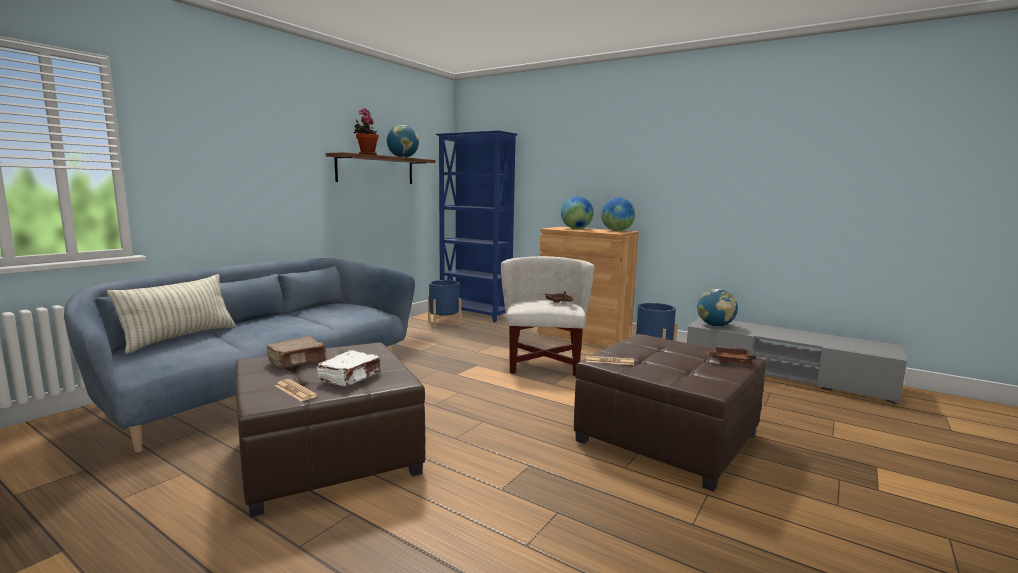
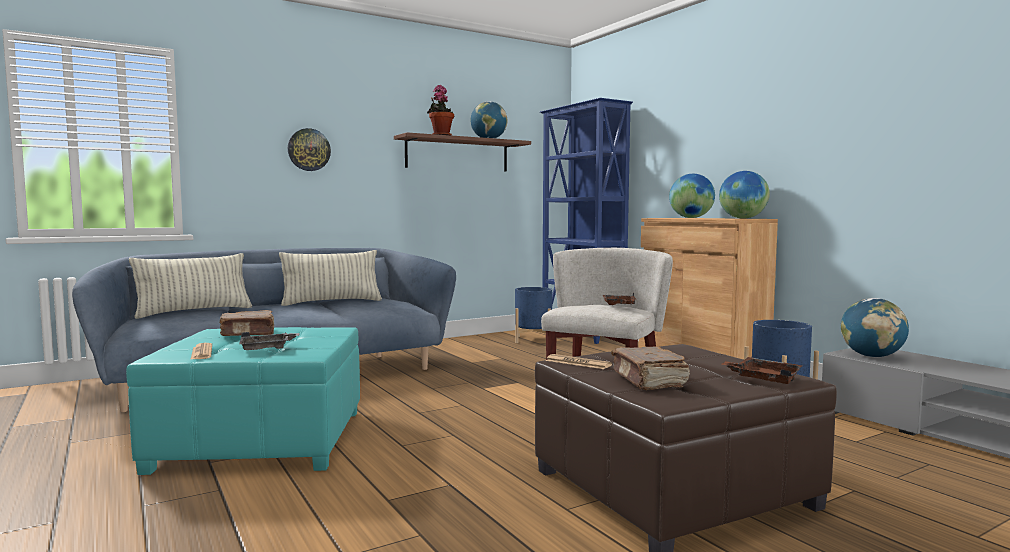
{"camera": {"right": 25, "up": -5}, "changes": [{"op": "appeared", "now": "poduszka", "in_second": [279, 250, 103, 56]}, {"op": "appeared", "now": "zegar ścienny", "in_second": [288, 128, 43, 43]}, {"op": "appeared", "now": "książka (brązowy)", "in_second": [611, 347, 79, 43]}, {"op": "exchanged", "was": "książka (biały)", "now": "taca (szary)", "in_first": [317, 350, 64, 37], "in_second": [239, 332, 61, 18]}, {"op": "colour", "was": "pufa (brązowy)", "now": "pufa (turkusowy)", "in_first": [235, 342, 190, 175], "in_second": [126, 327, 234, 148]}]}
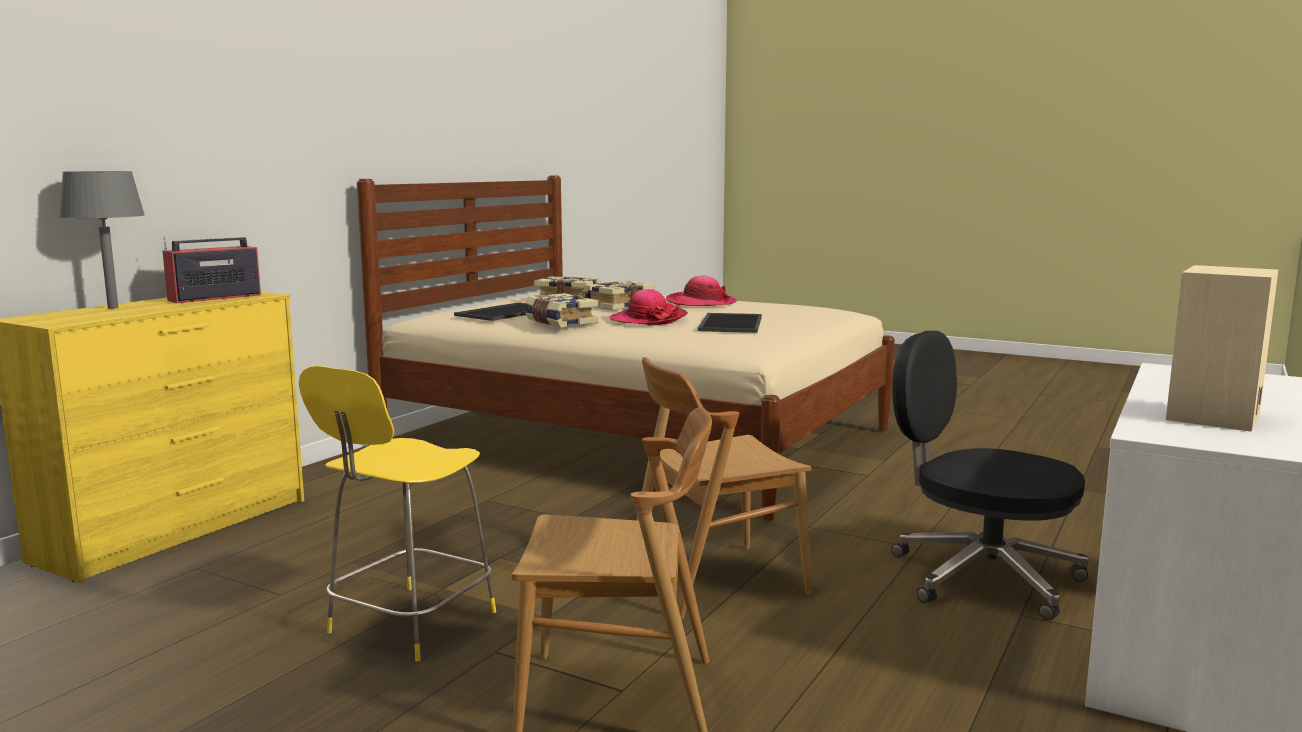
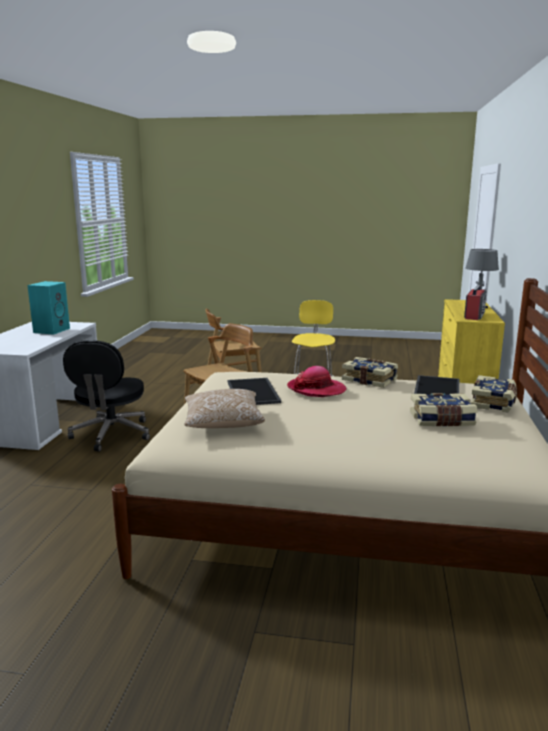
{"camera": {"right": 160, "up": 5}, "changes": [{"op": "missing", "was": "kapelusz", "in_first": [666, 275, 71, 31]}, {"op": "appeared", "now": "poduszka", "in_second": [184, 389, 81, 39]}, {"op": "relocated", "was": "książka", "in_first": [584, 281, 71, 29], "in_second": [471, 375, 46, 38]}, {"op": "colour", "was": "głośnik (beżowy)", "now": "głośnik (turkusowy)", "in_first": [1166, 265, 112, 167], "in_second": [27, 281, 43, 54]}, {"op": "spun", "was": "krzesło biurowe (czarny)", "in_first": [892, 331, 197, 289], "in_second": [63, 341, 87, 111], "clockwise": 75}]}
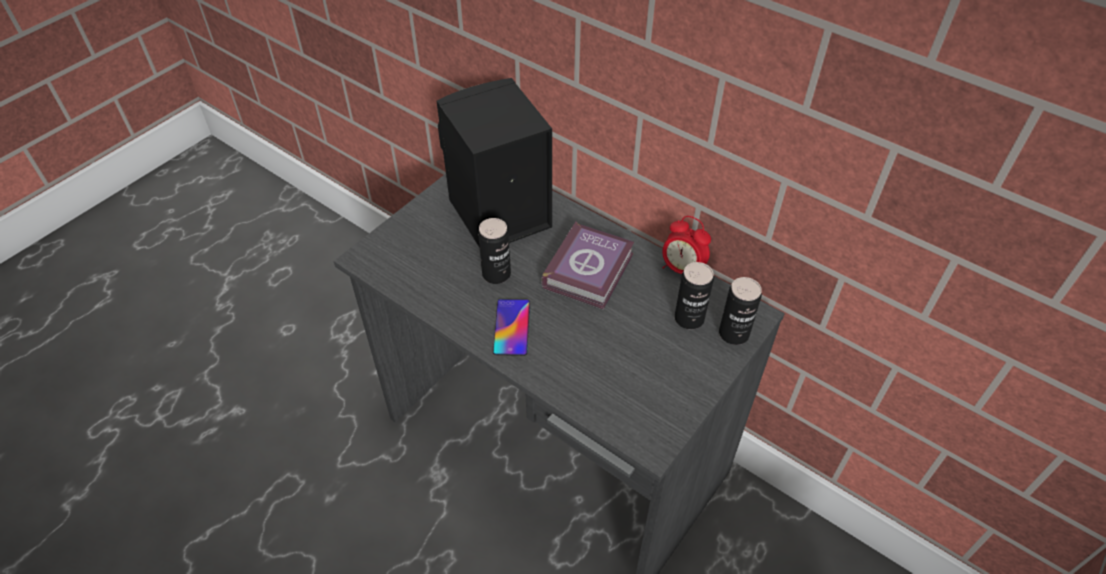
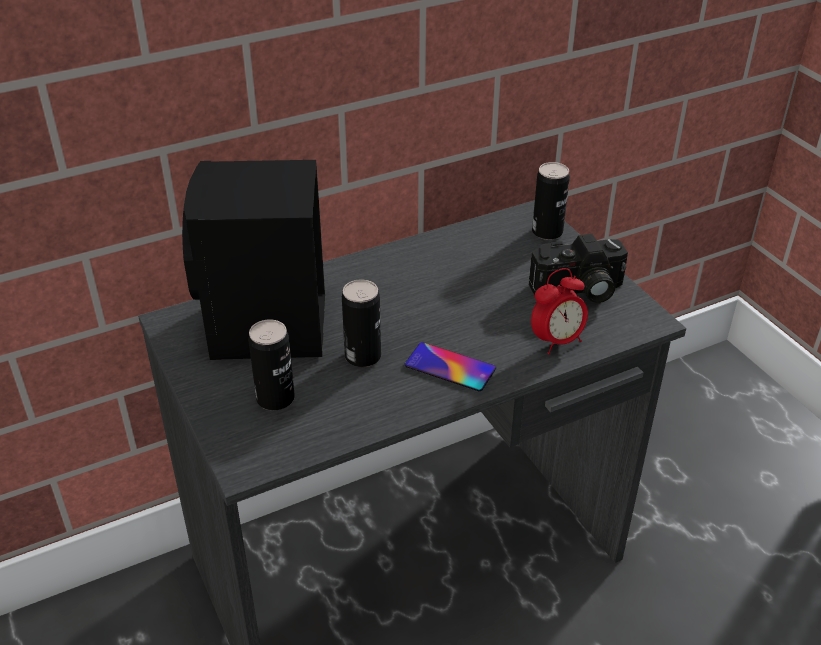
{"camera": {"right": -65, "up": -10}, "changes": [{"op": "missing", "was": "książka", "in_first": [541, 222, 93, 87]}, {"op": "appeared", "now": "aparat fotograficzny", "in_second": [529, 234, 99, 69]}, {"op": "relocated", "was": "budzik", "in_first": [662, 216, 49, 58], "in_second": [531, 268, 57, 86]}, {"op": "relocated", "was": "puszka", "in_first": [675, 262, 39, 67], "in_second": [248, 319, 47, 91]}]}
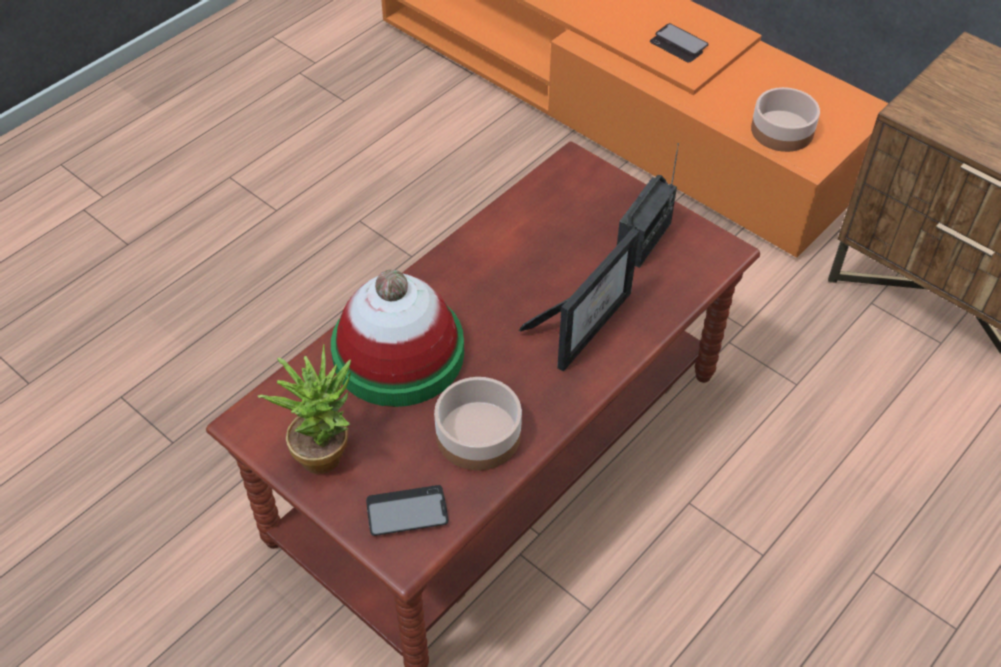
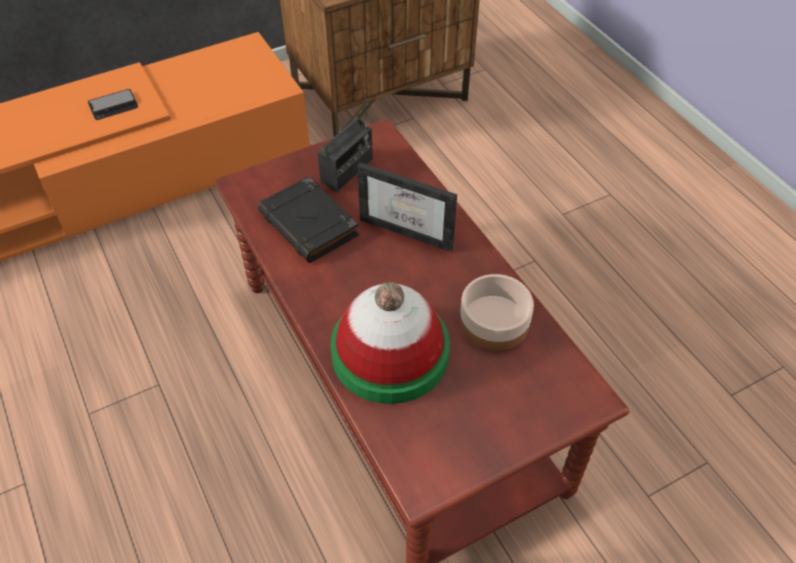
{"camera": {"right": -70, "up": 0}, "changes": [{"op": "missing", "was": "roślina doniczkowa", "in_first": [258, 344, 93, 130]}, {"op": "missing", "was": "telefon", "in_first": [366, 485, 82, 51]}, {"op": "missing", "was": "miska", "in_first": [751, 87, 69, 65]}, {"op": "appeared", "now": "książka (czarny)", "in_second": [258, 176, 101, 87]}, {"op": "spun", "was": "ramka na zdjęcie", "in_first": [519, 228, 120, 144], "in_second": [357, 162, 100, 90], "clockwise": 150}, {"op": "spun", "was": "radio", "in_first": [617, 143, 62, 125], "in_second": [317, 90, 56, 102], "clockwise": 75}]}
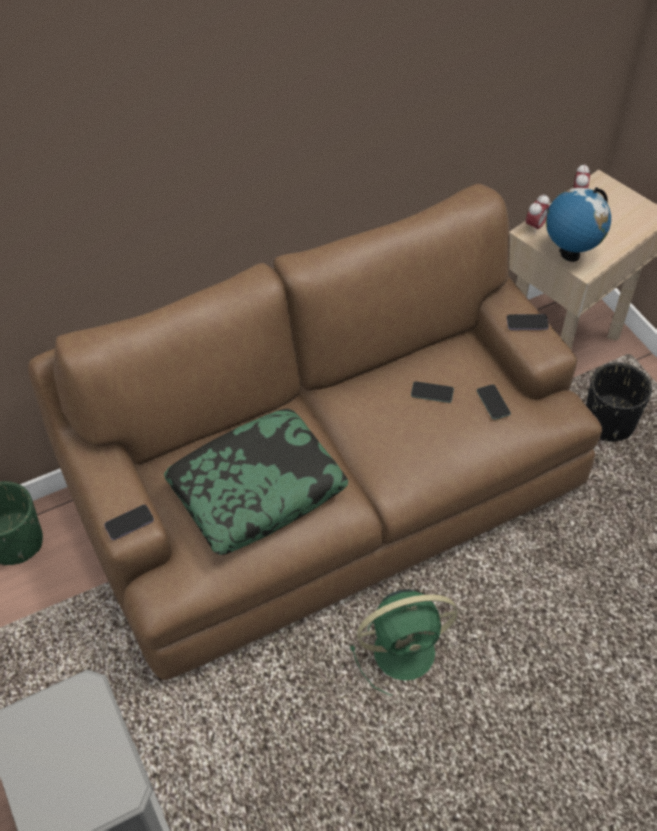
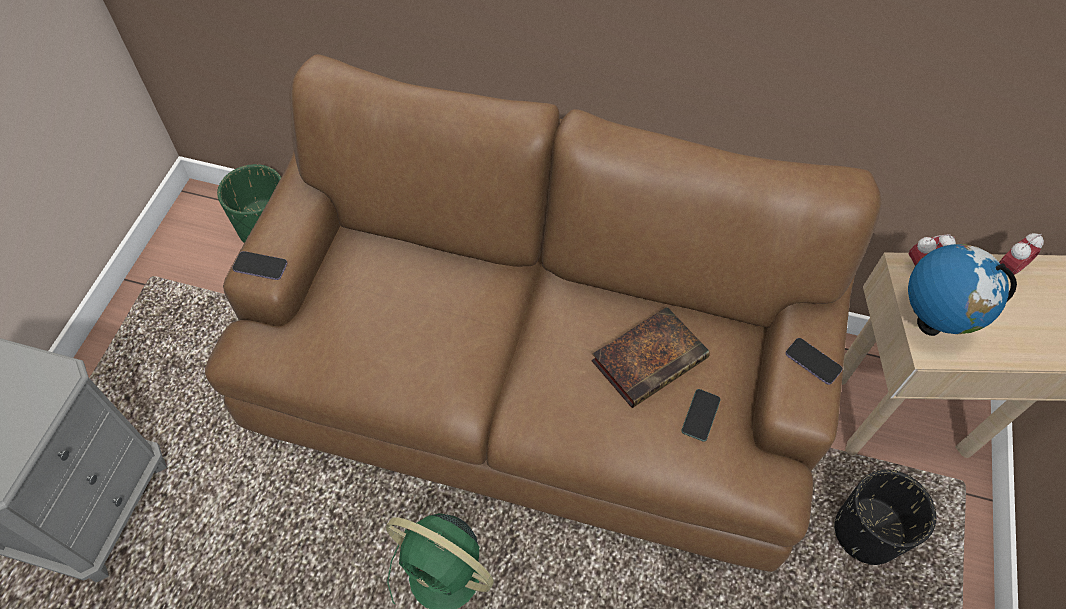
{"camera": {"right": 40, "up": 5}, "changes": [{"op": "missing", "was": "poduszka", "in_first": [164, 409, 184, 146]}, {"op": "exchanged", "was": "telefon", "now": "książka", "in_first": [411, 381, 43, 22], "in_second": [591, 307, 119, 101]}]}
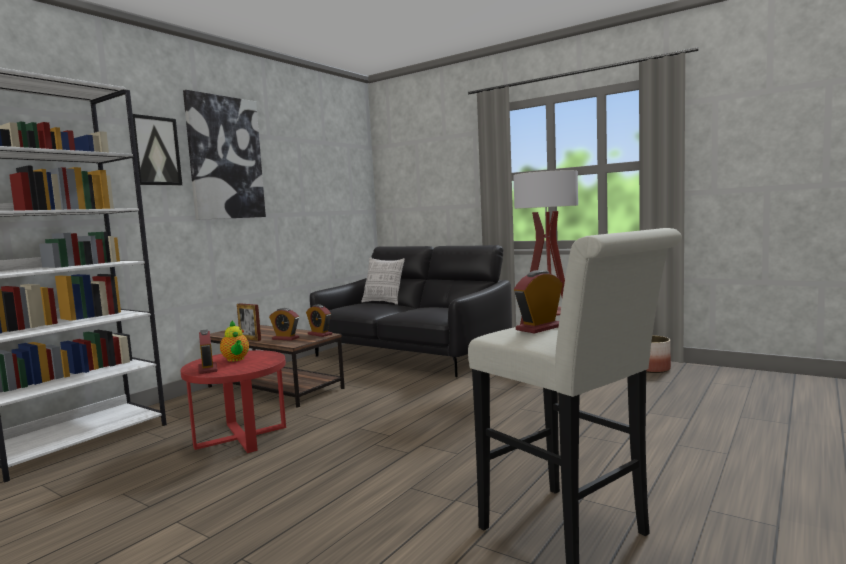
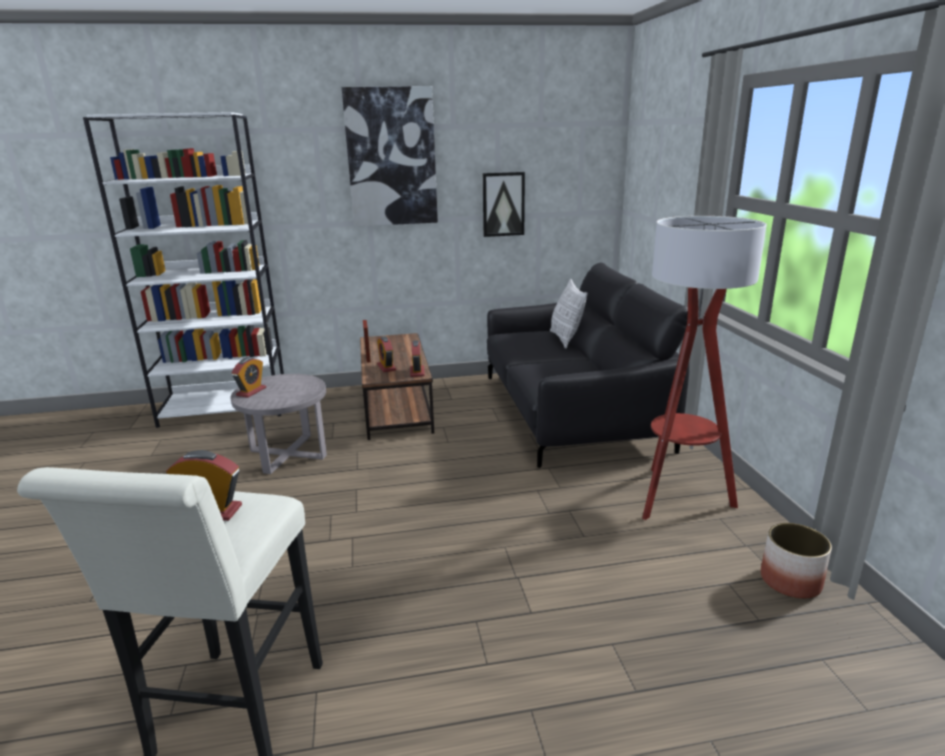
{"camera": {"right": 45, "up": 15}, "changes": [{"op": "missing", "was": "imbryk", "in_first": [220, 321, 29, 40]}, {"op": "relocated", "was": "obraz", "in_first": [133, 114, 49, 71], "in_second": [483, 172, 42, 65]}, {"op": "colour", "was": "stolik (czerwony)", "now": "stolik (szary)", "in_first": [181, 350, 105, 103], "in_second": [231, 374, 96, 100]}]}
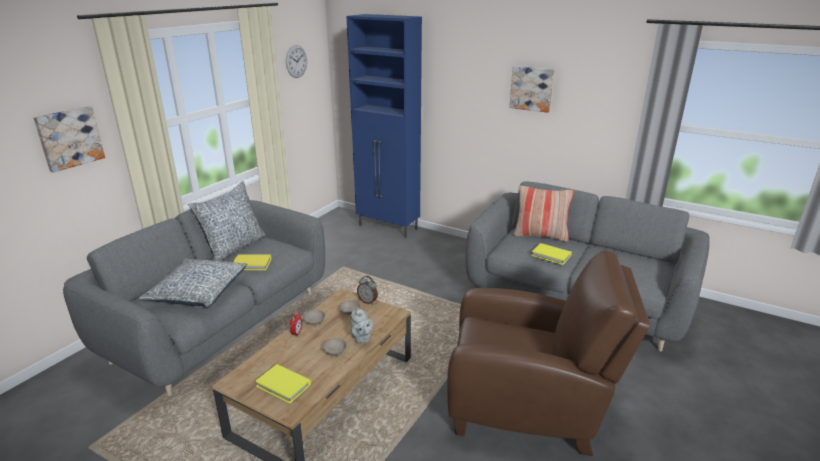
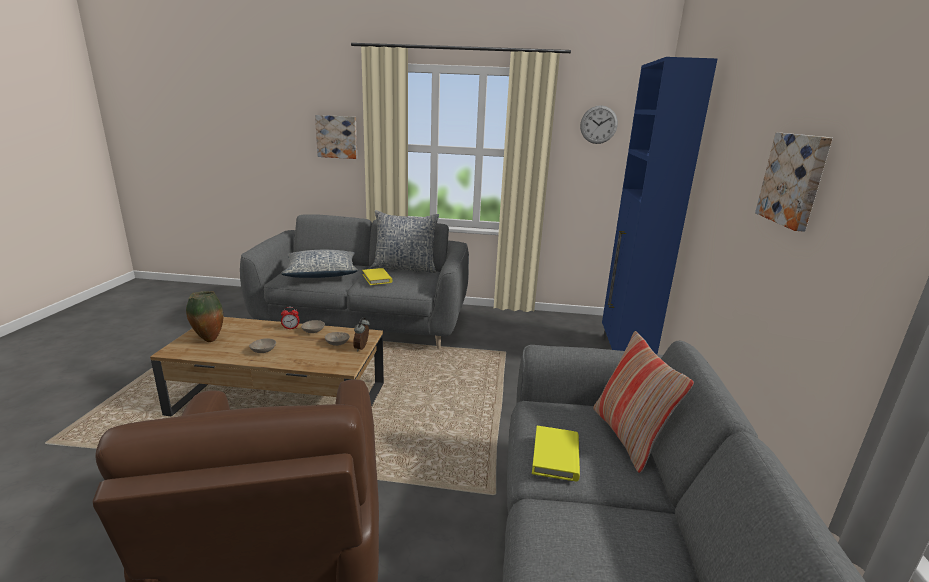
{"camera": {"right": 65, "up": -5}, "changes": [{"op": "missing", "was": "imbryk (szary)", "in_first": [350, 307, 23, 36]}, {"op": "exchanged", "was": "książka (żółty)", "now": "wazon", "in_first": [255, 364, 56, 40], "in_second": [186, 291, 37, 51]}]}
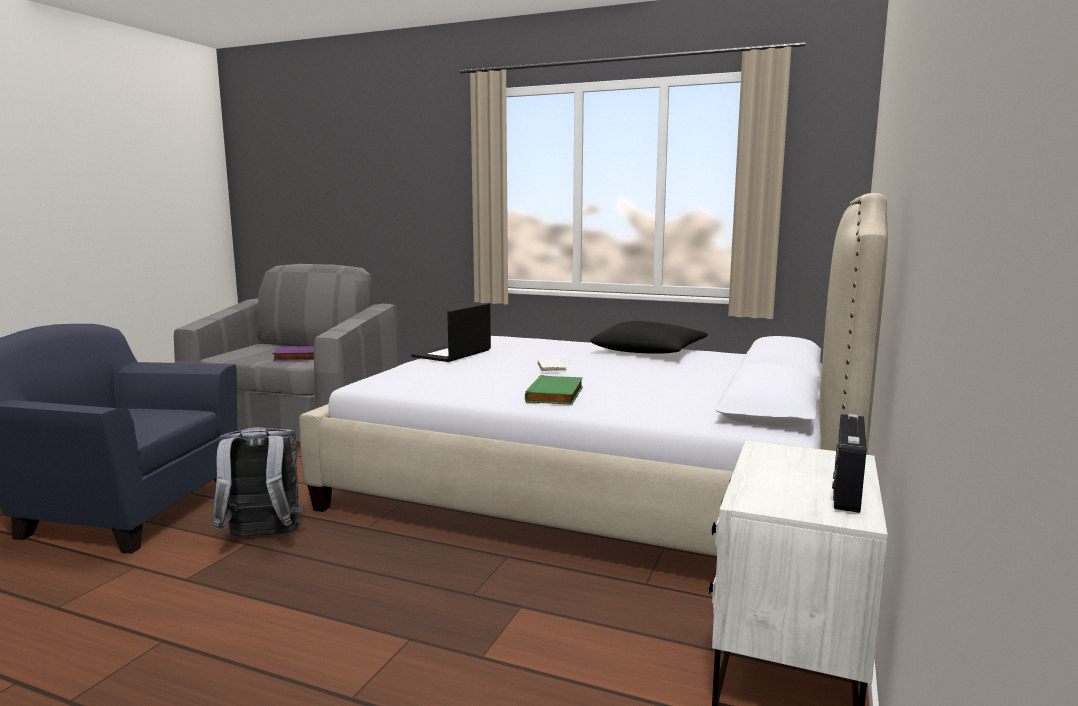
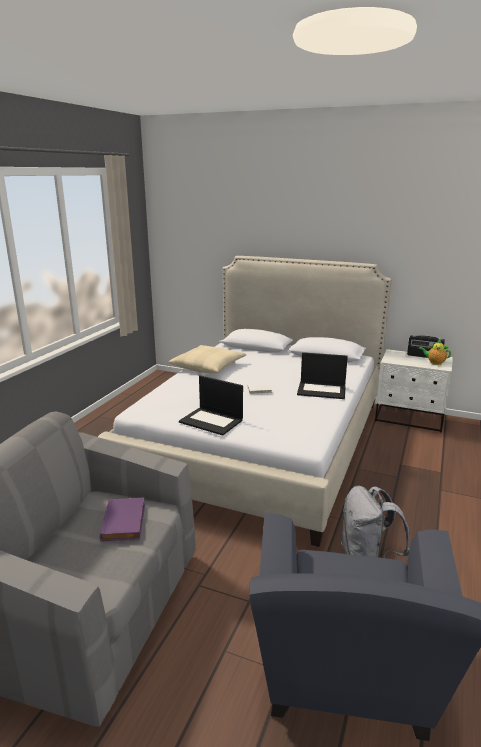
{"camera": {"right": -90, "up": 10}, "changes": [{"op": "appeared", "now": "imbryk", "in_second": [419, 339, 32, 26]}, {"op": "exchanged", "was": "książka (zielony)", "now": "laptop", "in_first": [525, 375, 58, 30], "in_second": [297, 352, 51, 47]}, {"op": "colour", "was": "poduszka (czarny)", "now": "poduszka (beżowy)", "in_first": [590, 321, 118, 33], "in_second": [169, 345, 78, 29]}]}
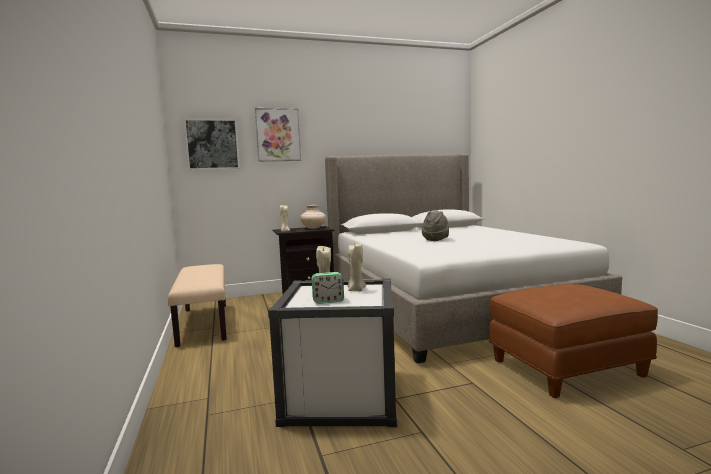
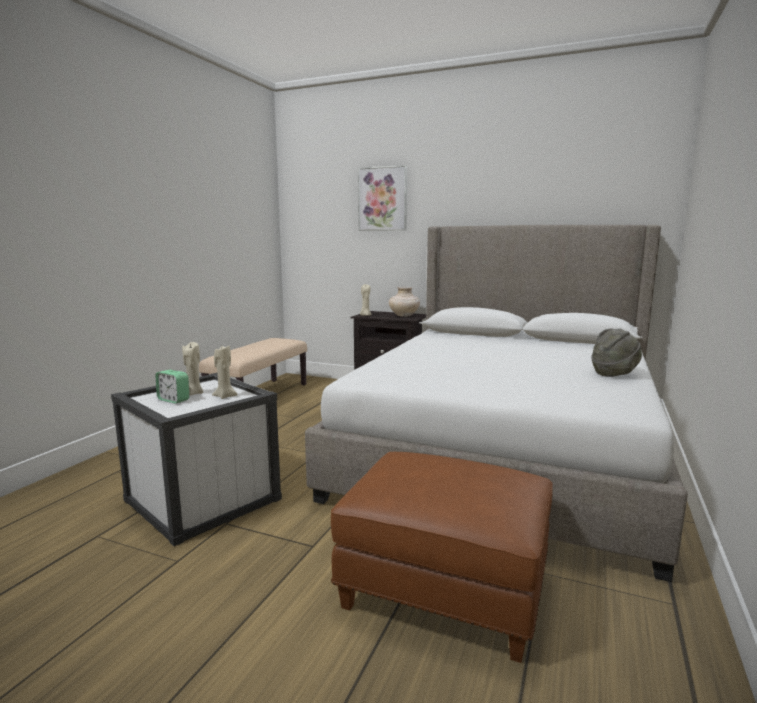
{"camera": {"right": 40, "up": 5}, "changes": [{"op": "missing", "was": "obraz", "in_first": [183, 118, 57, 52]}, {"op": "relocated", "was": "kapelusz (szary)", "in_first": [422, 210, 27, 31], "in_second": [591, 329, 51, 48]}]}
